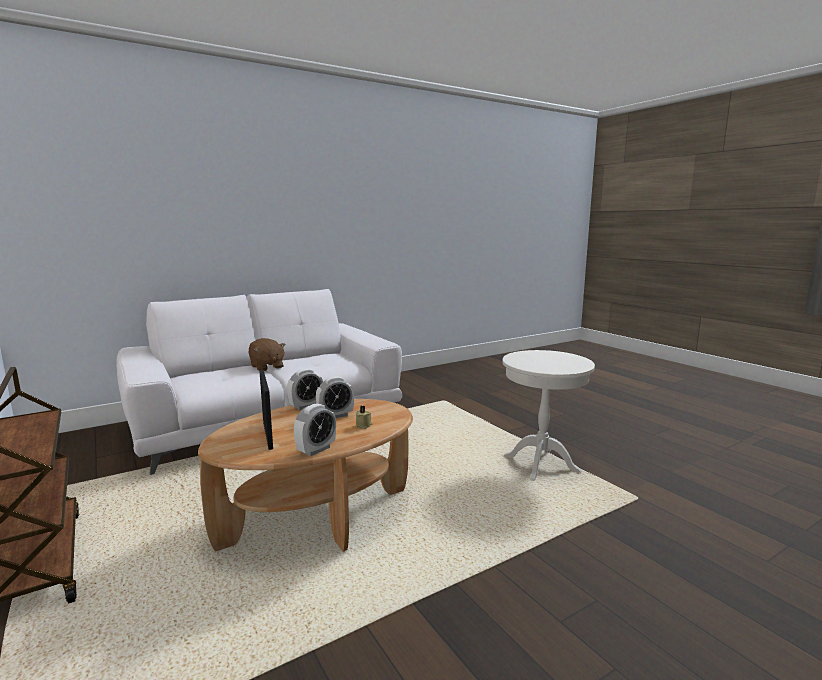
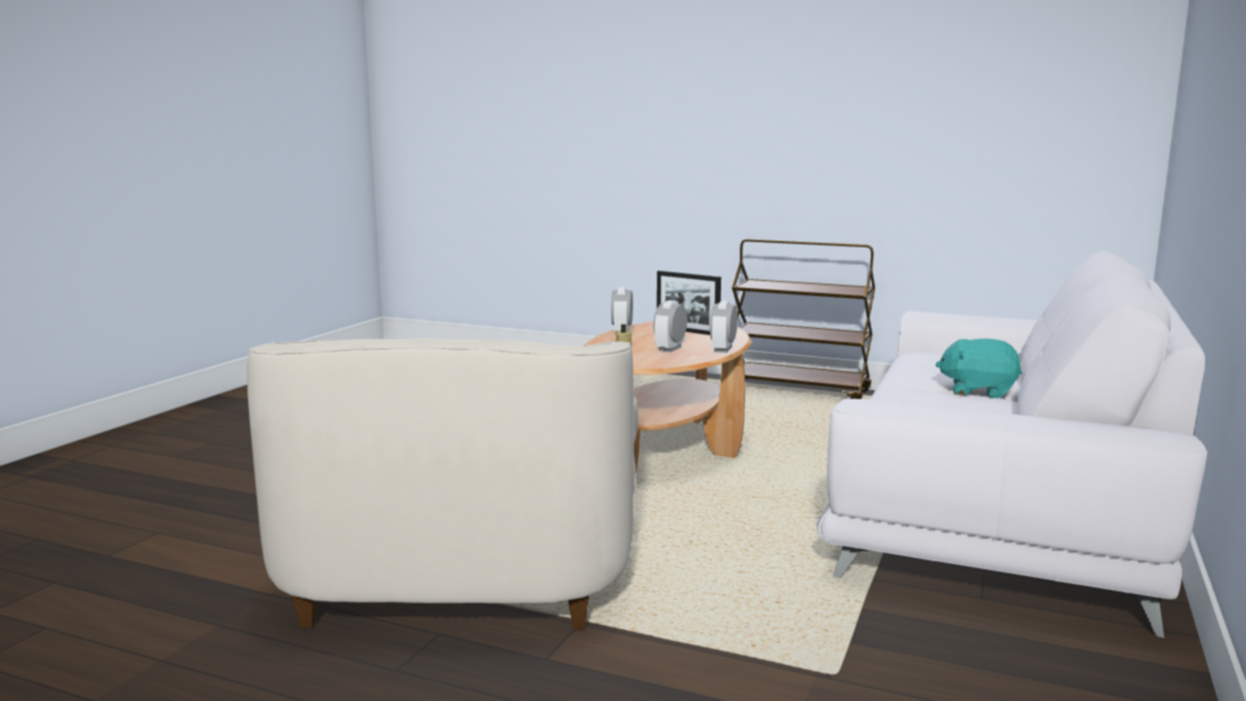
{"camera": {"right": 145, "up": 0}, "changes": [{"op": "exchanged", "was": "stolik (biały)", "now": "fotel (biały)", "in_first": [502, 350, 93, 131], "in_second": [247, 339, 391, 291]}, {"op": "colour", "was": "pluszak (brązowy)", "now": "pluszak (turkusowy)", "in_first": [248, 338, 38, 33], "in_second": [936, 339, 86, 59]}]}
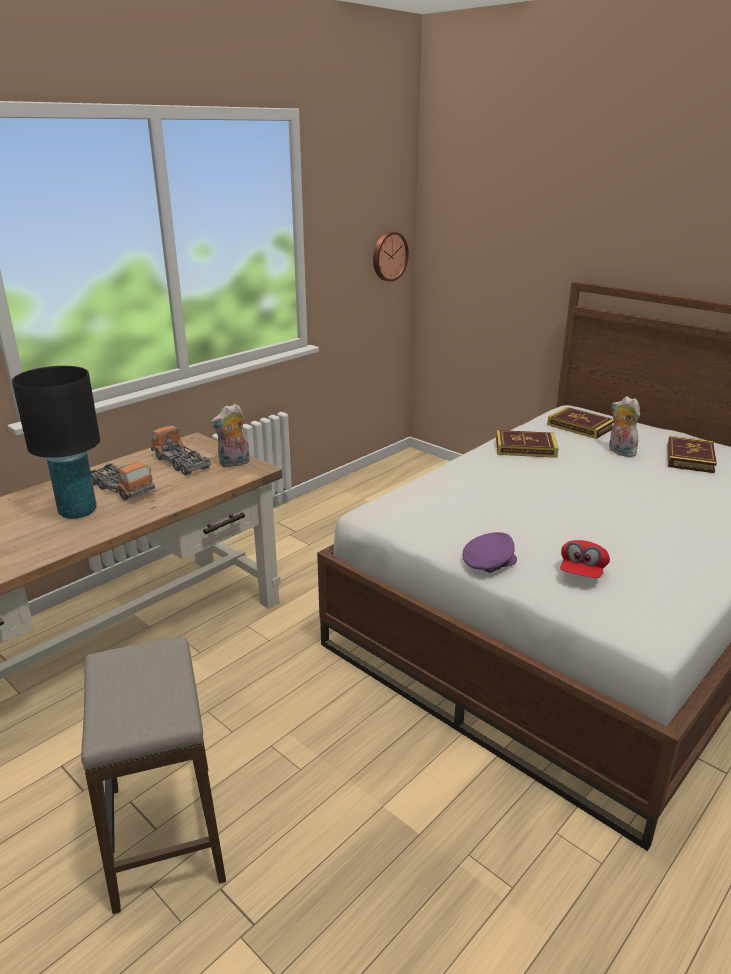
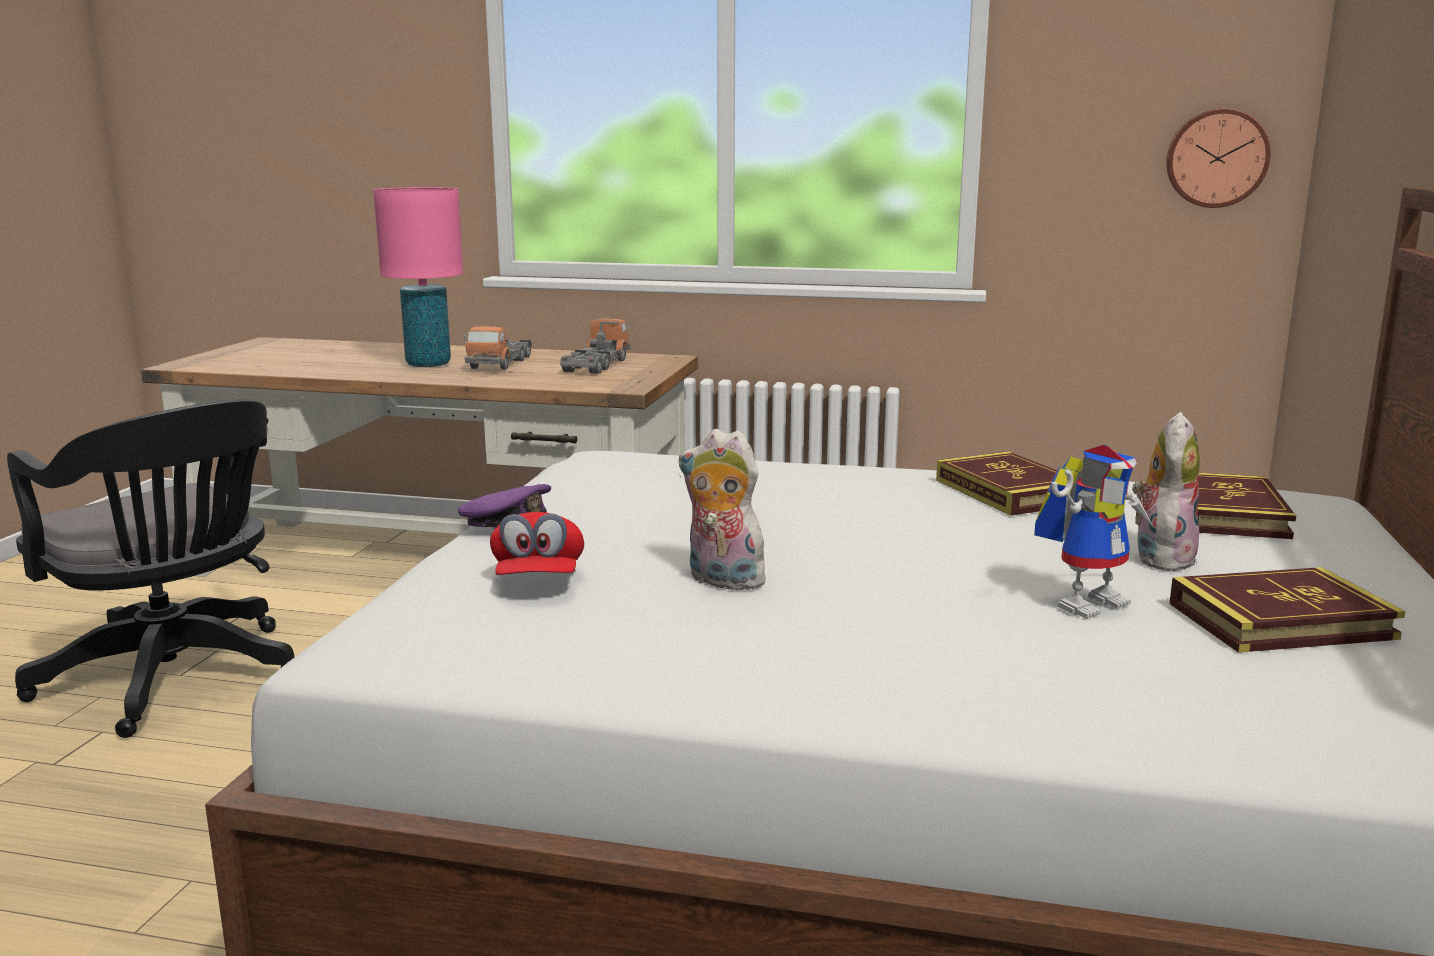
{"camera": {"right": 60, "up": -10}, "changes": [{"op": "appeared", "now": "robot zabawkowy", "in_second": [1034, 445, 120, 174]}, {"op": "relocated", "was": "pluszak", "in_first": [210, 404, 40, 63], "in_second": [679, 429, 90, 163]}, {"op": "exchanged", "was": "stołek", "now": "krzesło biurowe (czarny)", "in_first": [81, 637, 145, 277], "in_second": [7, 401, 287, 337]}, {"op": "colour", "was": "lampa stołowa (czarny)", "now": "lampa stołowa (różowy)", "in_first": [12, 366, 88, 153], "in_second": [373, 187, 90, 180]}, {"op": "spun", "was": "czapka z daszkiem (czerwony)", "in_first": [560, 540, 50, 38], "in_second": [490, 512, 94, 63], "clockwise": -90}]}
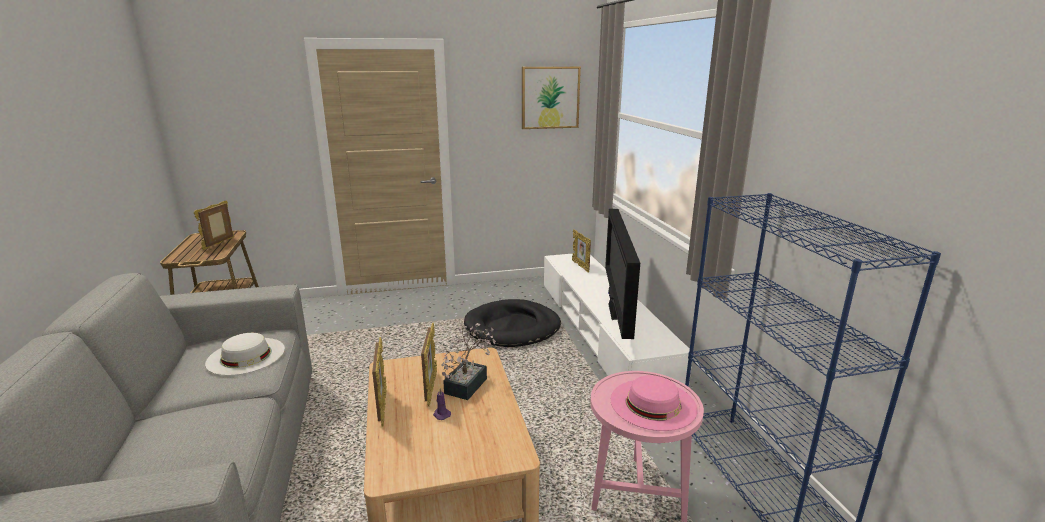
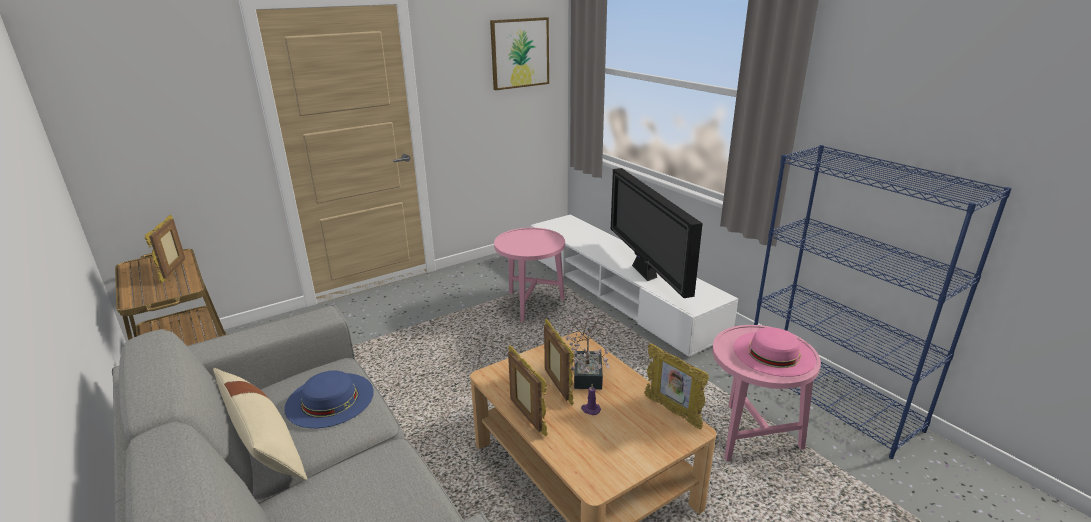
{"camera": {"right": -20, "up": 5}, "changes": [{"op": "appeared", "now": "poduszka (beżowy)", "in_second": [213, 368, 94, 113]}, {"op": "relocated", "was": "ramka na zdjęcie", "in_first": [572, 229, 19, 44], "in_second": [644, 343, 65, 86]}, {"op": "exchanged", "was": "legowisko (czarny)", "now": "stolik (różowy)", "in_first": [464, 299, 97, 48], "in_second": [494, 228, 71, 94]}, {"op": "colour", "was": "kapelusz (biały)", "now": "kapelusz (niebieski)", "in_first": [205, 333, 80, 42], "in_second": [284, 371, 90, 57]}]}
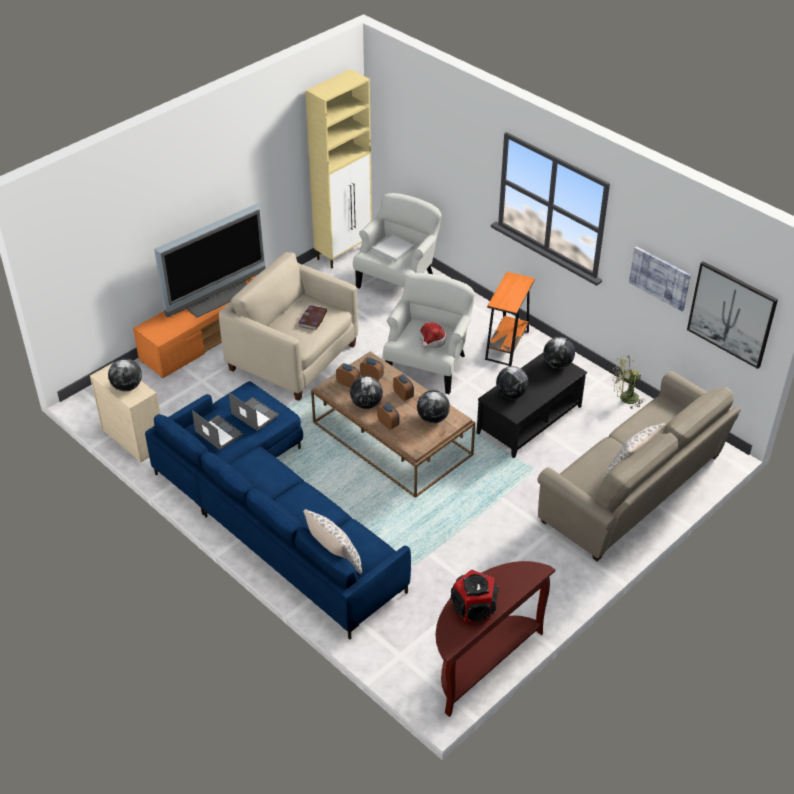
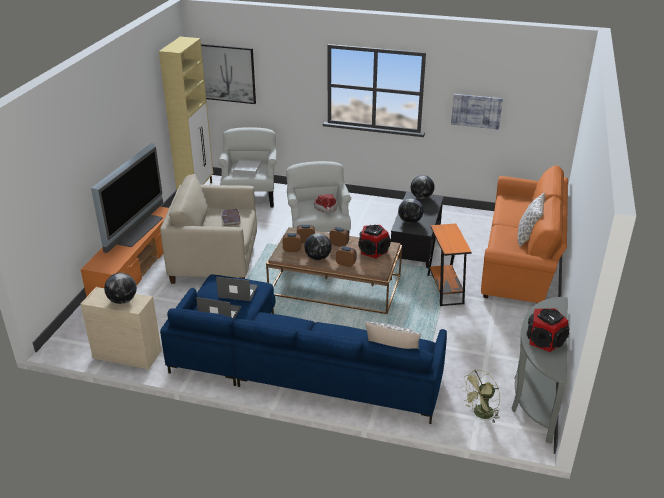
{"camera": {"right": -30, "up": -10}, "changes": [{"op": "relocated", "was": "stolik (pomarańczowy)", "in_first": [485, 272, 50, 94], "in_second": [427, 224, 45, 82]}, {"op": "relocated", "was": "wentylator (zielony)", "in_first": [612, 355, 33, 54], "in_second": [461, 370, 39, 53]}, {"op": "relocated", "was": "obraz", "in_first": [687, 261, 91, 108], "in_second": [201, 44, 55, 60]}, {"op": "exchanged", "was": "globus", "now": "głośnik", "in_first": [417, 390, 33, 33], "in_second": [358, 225, 33, 33]}, {"op": "colour", "was": "stolik konsolowy (brązowy)", "now": "stolik konsolowy (szary)", "in_first": [436, 561, 119, 156], "in_second": [512, 297, 56, 147]}, {"op": "colour", "was": "kanapa (beżowy)", "now": "kanapa (pomarańczowy)", "in_first": [537, 371, 204, 190], "in_second": [481, 165, 87, 138]}]}
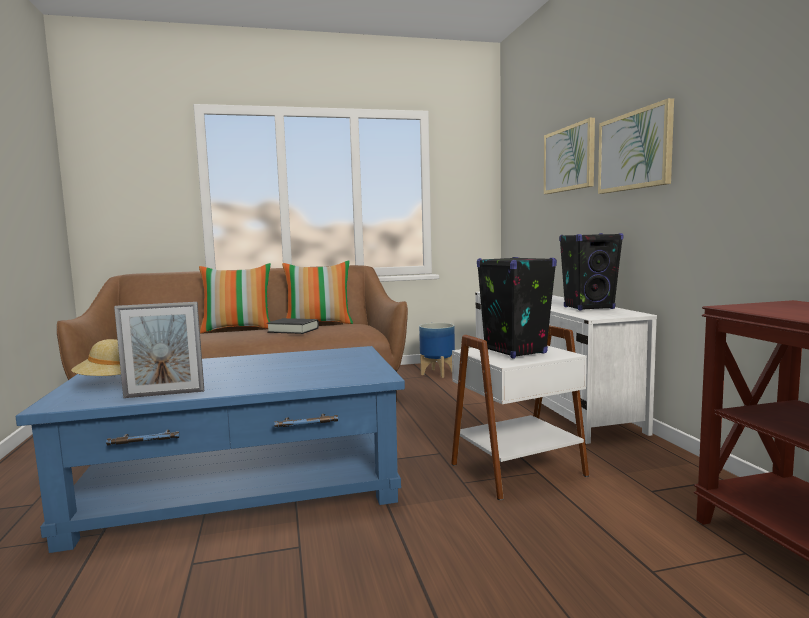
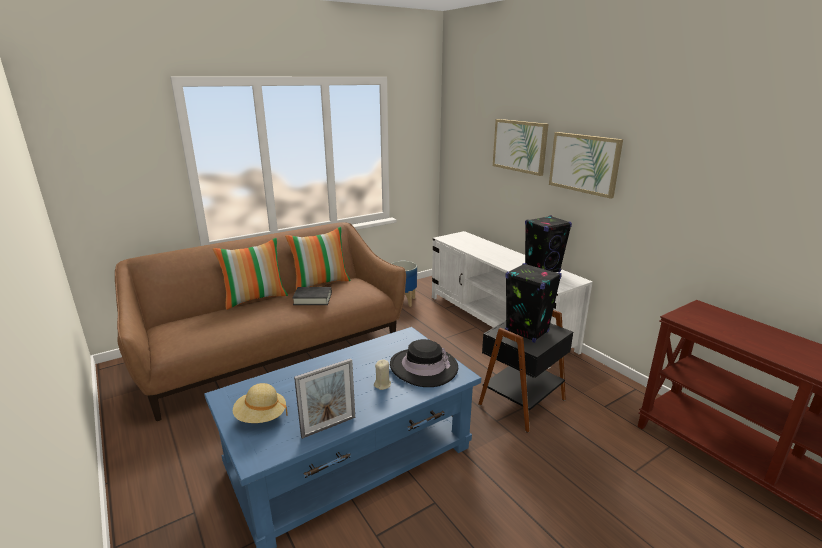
{"camera": {"right": -20, "up": 15}, "changes": [{"op": "appeared", "now": "świeca (beżowy)", "in_second": [374, 359, 17, 31]}, {"op": "appeared", "now": "kapelusz (czarny)", "in_second": [390, 339, 68, 48]}, {"op": "colour", "was": "stolik (biały)", "now": "stolik (czarny)", "in_first": [451, 325, 138, 175], "in_second": [478, 310, 95, 123]}]}
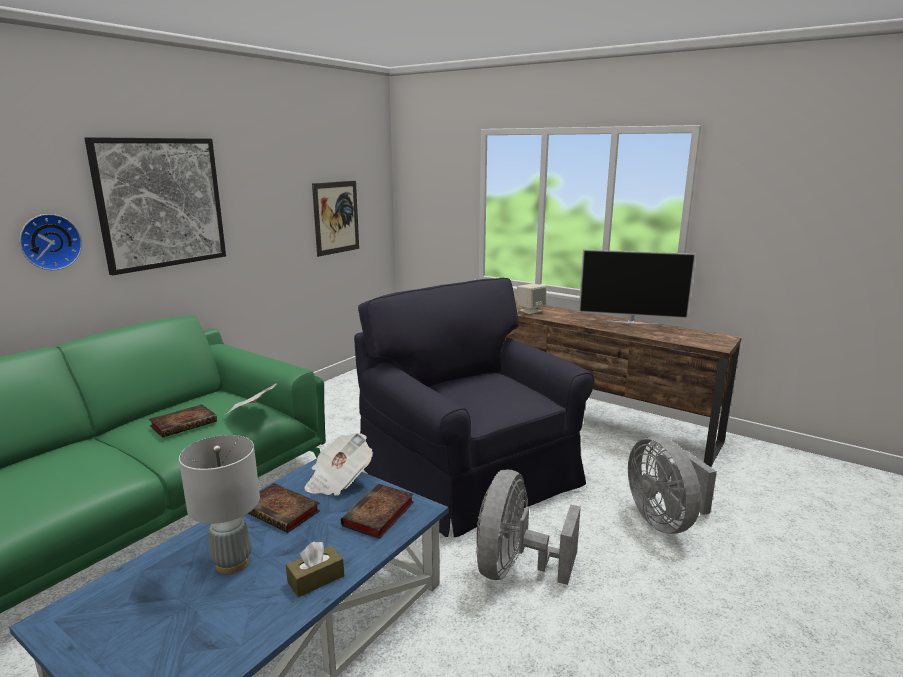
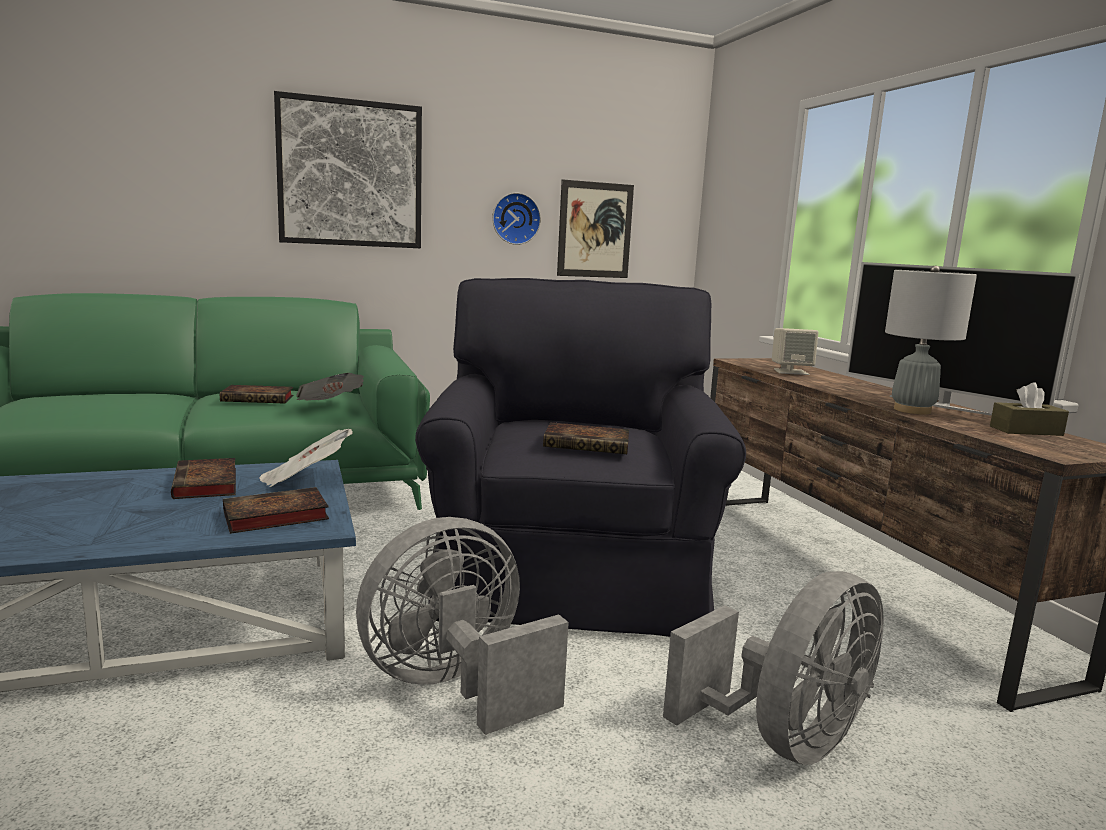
{"camera": {"right": 35, "up": -5}, "changes": [{"op": "appeared", "now": "książka", "in_second": [543, 422, 86, 32]}, {"op": "relocated", "was": "zegar ścienny", "in_first": [19, 214, 63, 56], "in_second": [492, 193, 49, 52]}, {"op": "relocated", "was": "lampa stołowa (szary)", "in_first": [179, 435, 81, 139], "in_second": [885, 265, 92, 149]}, {"op": "relocated", "was": "pudełko chusteczek (brązowy)", "in_first": [286, 542, 58, 55], "in_second": [990, 382, 79, 54]}, {"op": "spun", "was": "wentylator (szary)", "in_first": [628, 436, 89, 98], "in_second": [663, 571, 221, 194], "clockwise": -150}]}
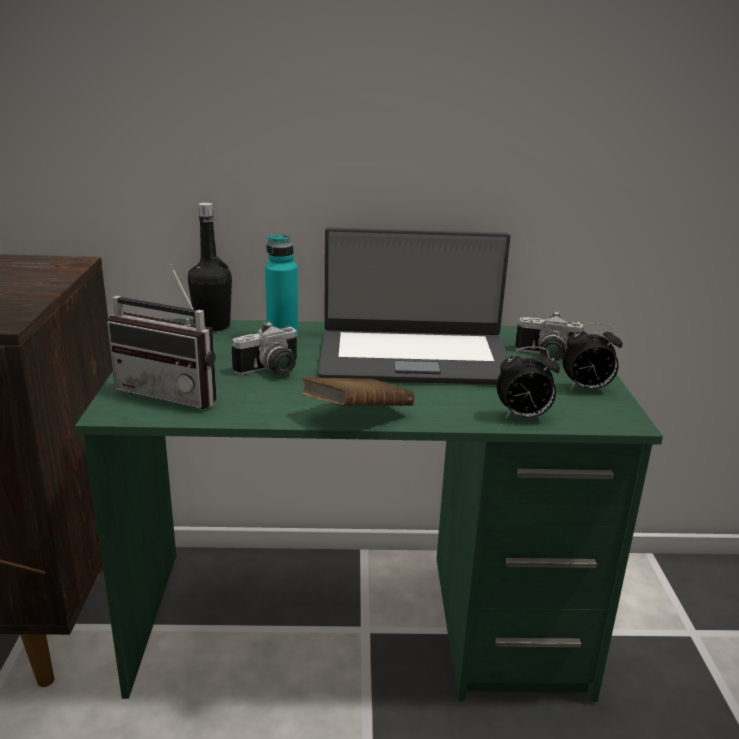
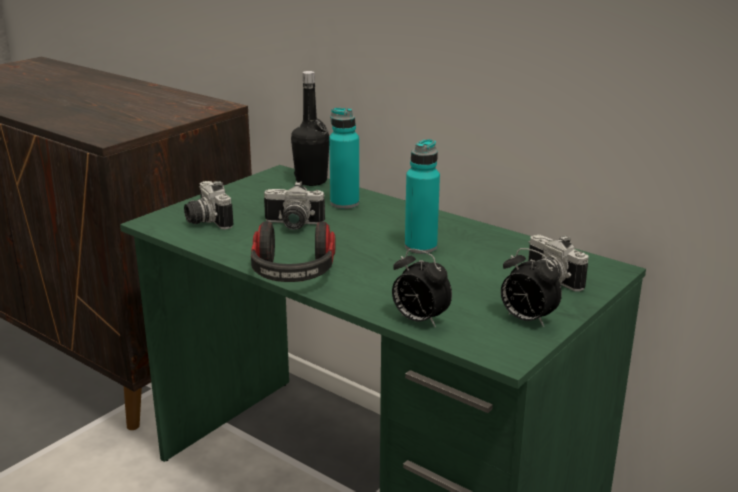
{"camera": {"right": 40, "up": 0}, "changes": [{"op": "exchanged", "was": "radio", "now": "aparat fotograficzny", "in_first": [107, 264, 110, 145], "in_second": [184, 181, 49, 48]}, {"op": "exchanged", "was": "książka (brązowy)", "now": "słuchawki", "in_first": [301, 377, 114, 29], "in_second": [251, 221, 84, 61]}, {"op": "exchanged", "was": "laptop", "now": "butelka (turkusowy)", "in_first": [318, 227, 193, 158], "in_second": [405, 139, 35, 115]}]}
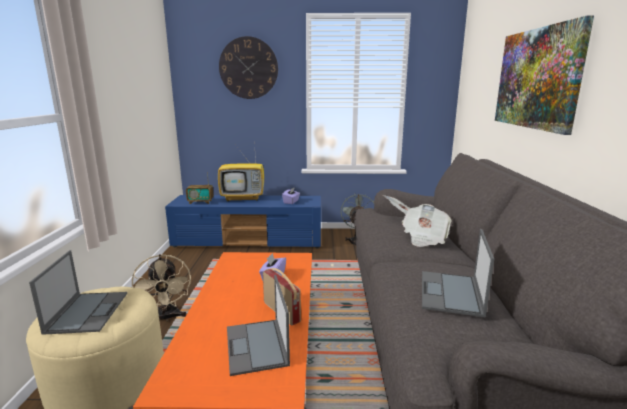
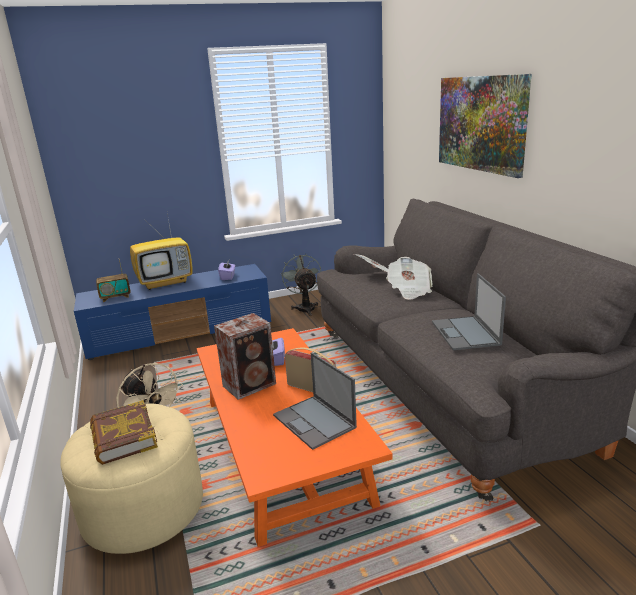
{"camera": {"right": -20, "up": 5}, "changes": [{"op": "missing", "was": "zegar ścienny", "in_first": [219, 36, 59, 63]}, {"op": "appeared", "now": "głośnik", "in_second": [214, 313, 62, 87]}, {"op": "exchanged", "was": "laptop", "now": "książka", "in_first": [29, 250, 98, 85], "in_second": [90, 400, 68, 65]}]}
